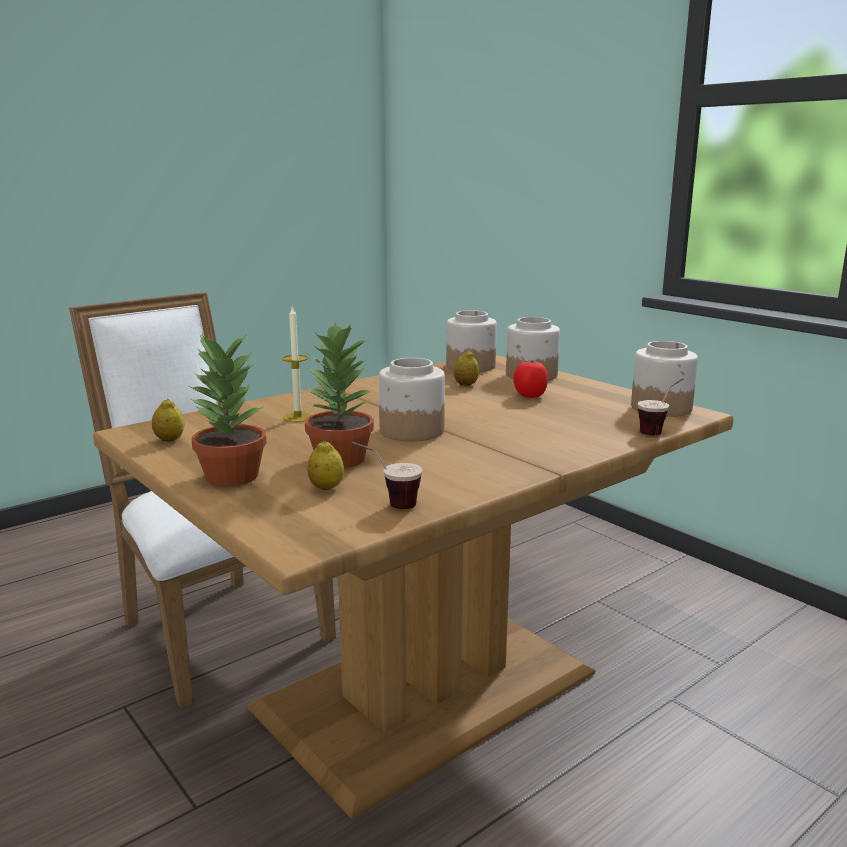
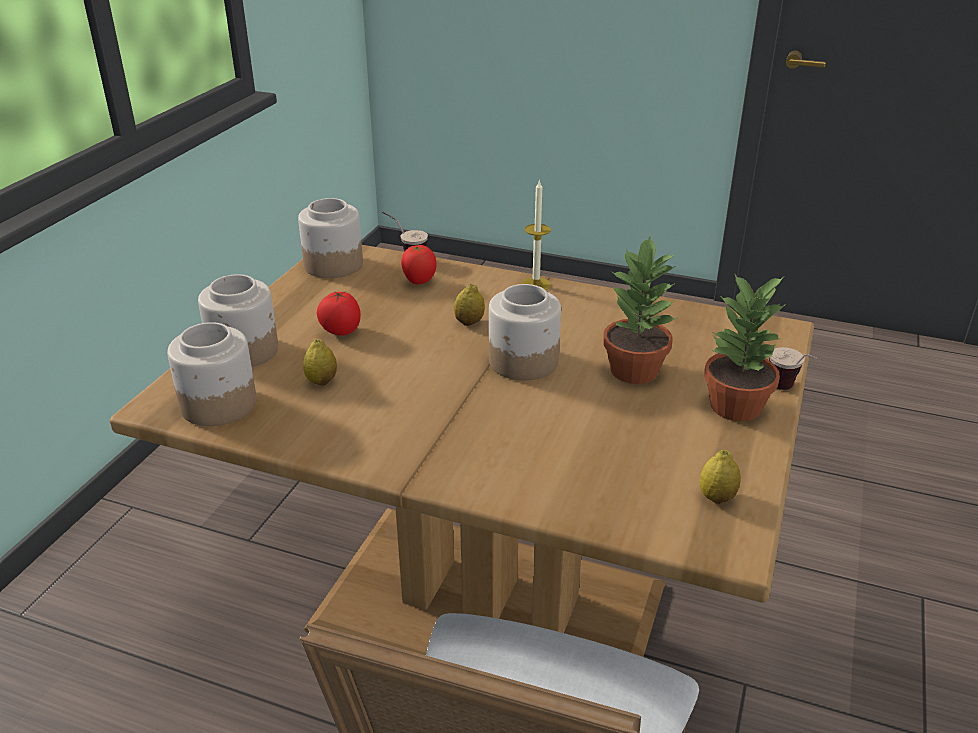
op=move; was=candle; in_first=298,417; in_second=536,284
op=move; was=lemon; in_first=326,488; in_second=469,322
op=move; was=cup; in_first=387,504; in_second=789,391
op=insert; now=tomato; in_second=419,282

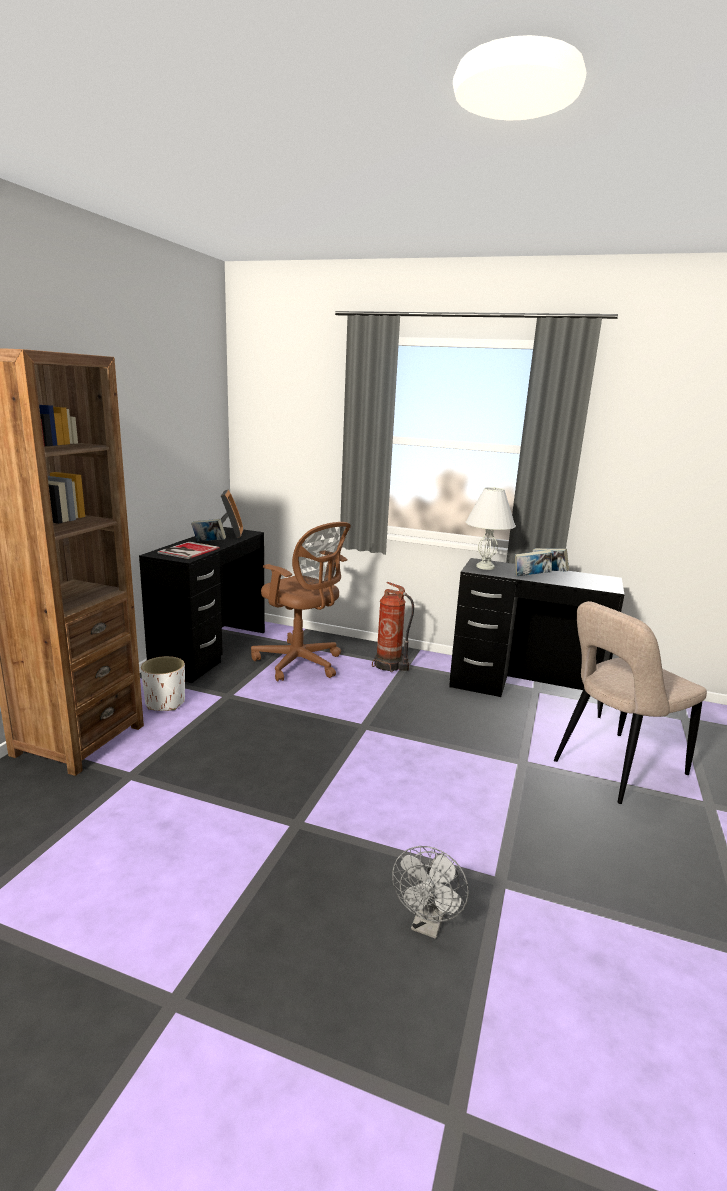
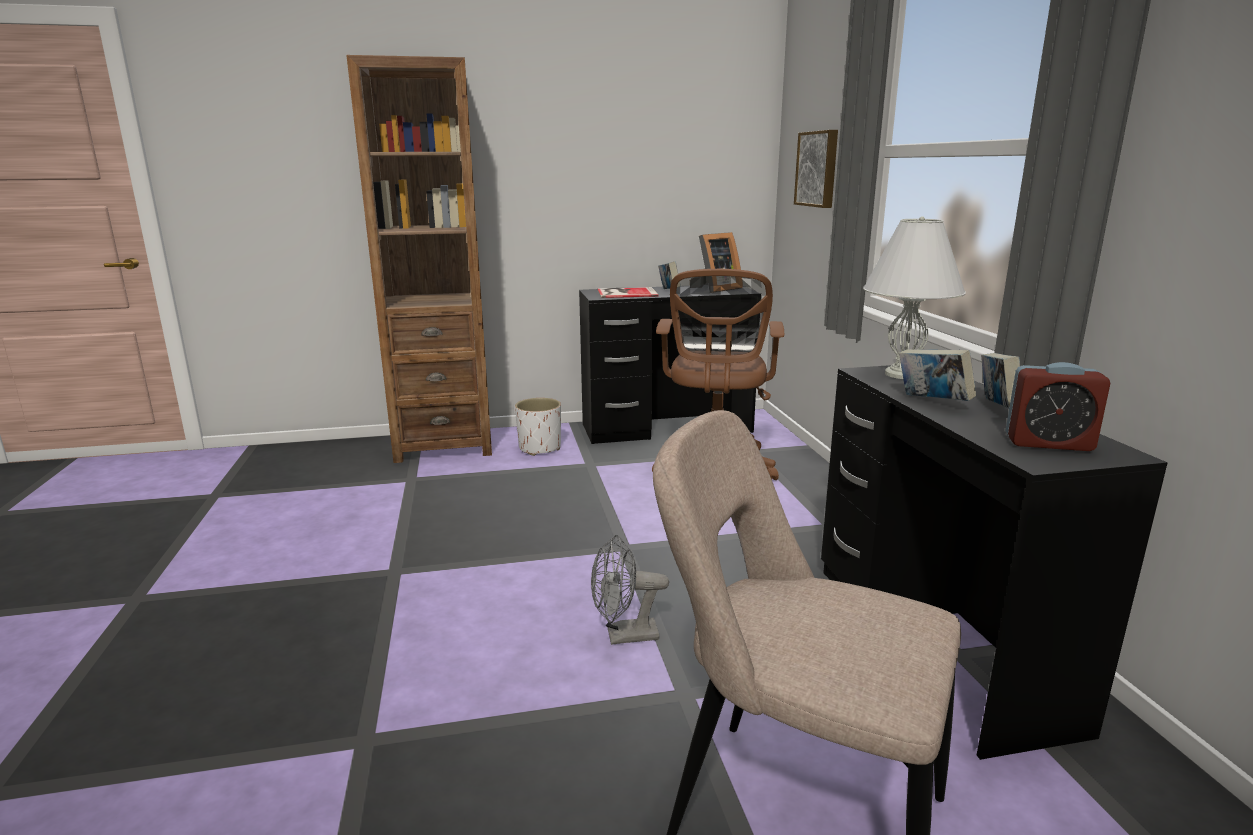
op=delete; was=fire extinguisher; in_first=389,666
op=move; was=fan (grey); in_first=428,924; in_second=624,636
op=insert; now=picture; in_second=818,169
op=insert; now=alarm clock; in_second=1048,443

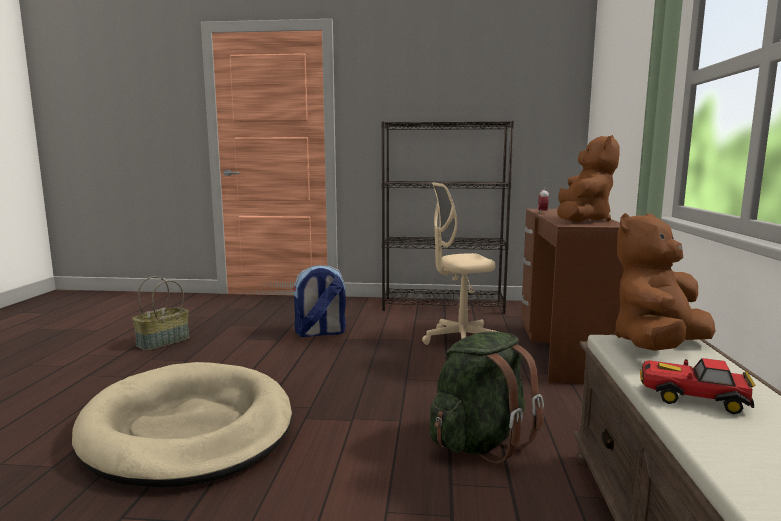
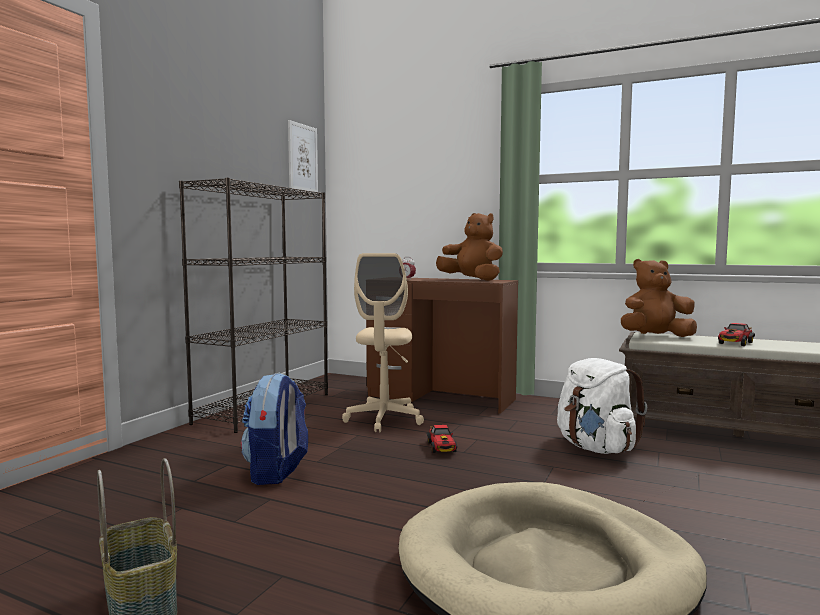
op=rotate; was=plush toy (brown); in_first=657,347; in_second=655,337; clockwise=105
op=recolor; was=backpack (green); now=backpack (white); in_first=480,442; in_second=596,448
op=insert; now=picture; in_second=302,158
op=insert; now=toy car; in_second=442,448

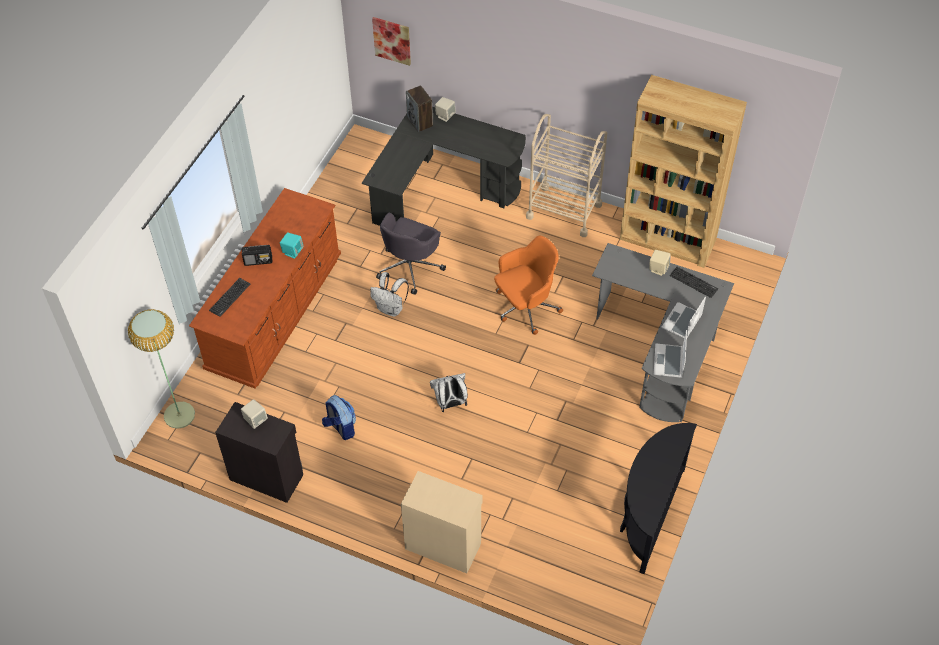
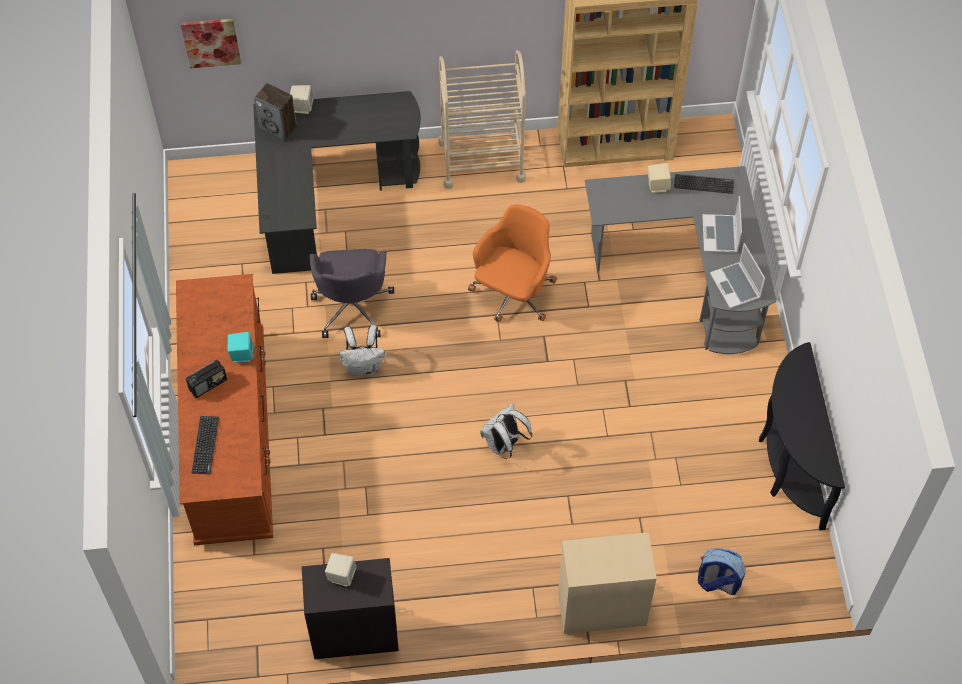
op=delete; was=floor lamp; in_first=179,415
op=move; was=backpack; in_first=341,427; in_second=717,582

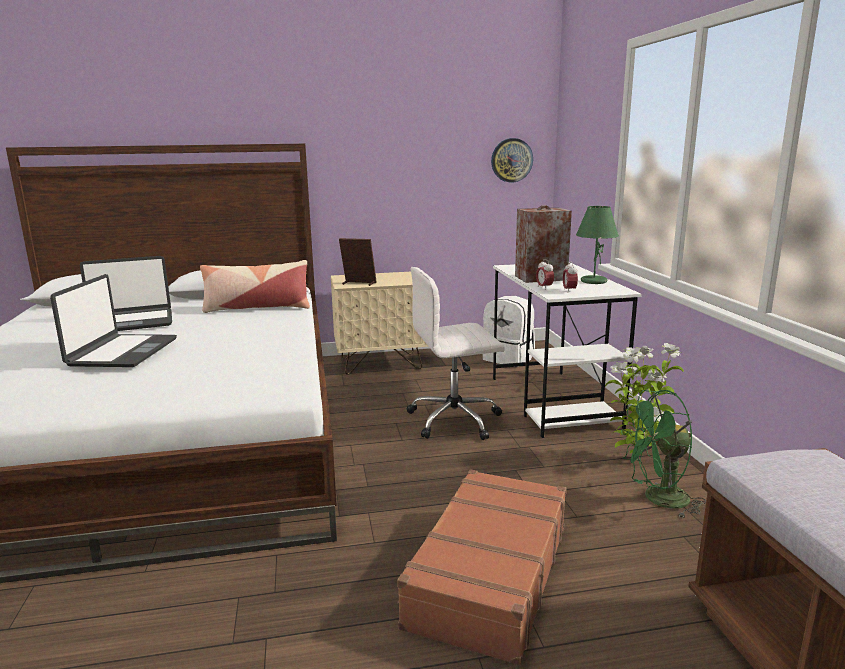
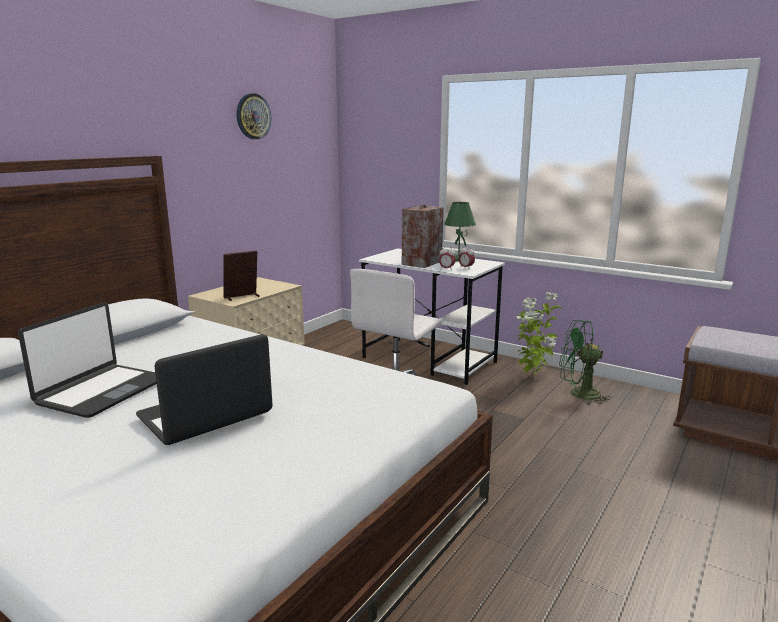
op=move; was=wall clock; in_first=511,160; in_second=253,116
op=delete; was=pillow; in_first=257,308
op=rotate; was=laptop; in_first=122,352; in_second=206,416; clockwise=-90
op=delete; was=backpack (white); in_first=509,358
op=rotate; was=fan (green); in_first=658,500; in_second=578,394; clockwise=60
op=delete; was=suitcase (brown); in_first=488,575

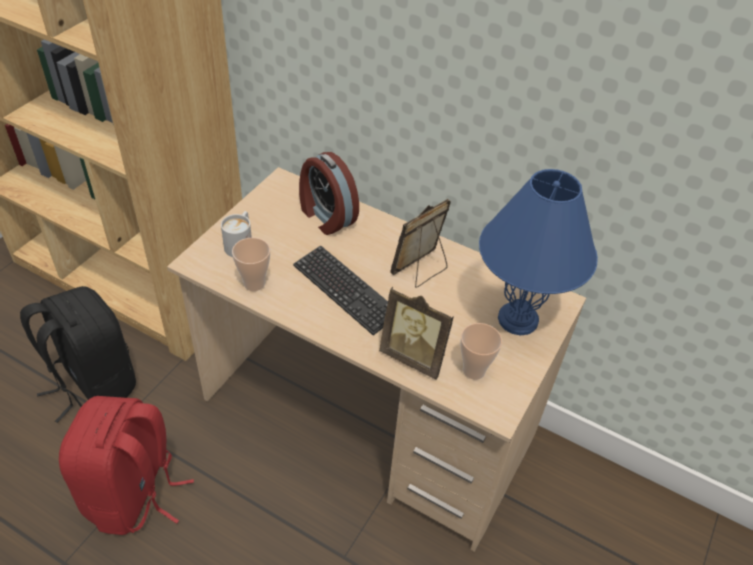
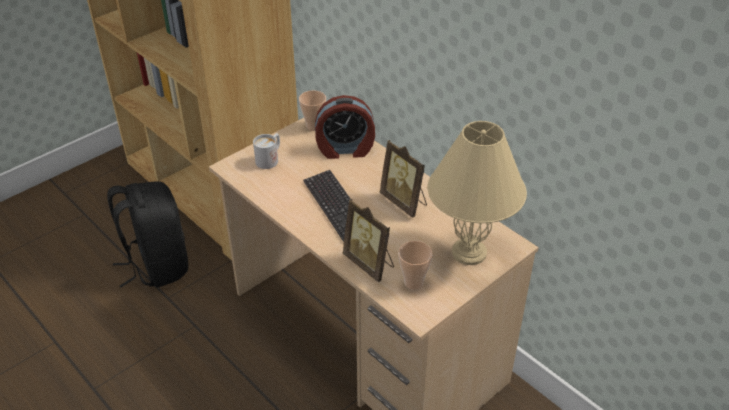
op=rotate; was=alarm clock; in_first=326,216; in_second=345,149; clockwise=-75
op=recolor; was=table lamp (blue); now=table lamp (beige); in_first=516,319; in_second=468,252
op=rotate; was=picture frame; in_first=421,270; in_second=404,202; clockwise=-105
op=move; was=cup; in_first=254,283; in_second=314,126
op=delete; was=backpack (red); in_first=134,494

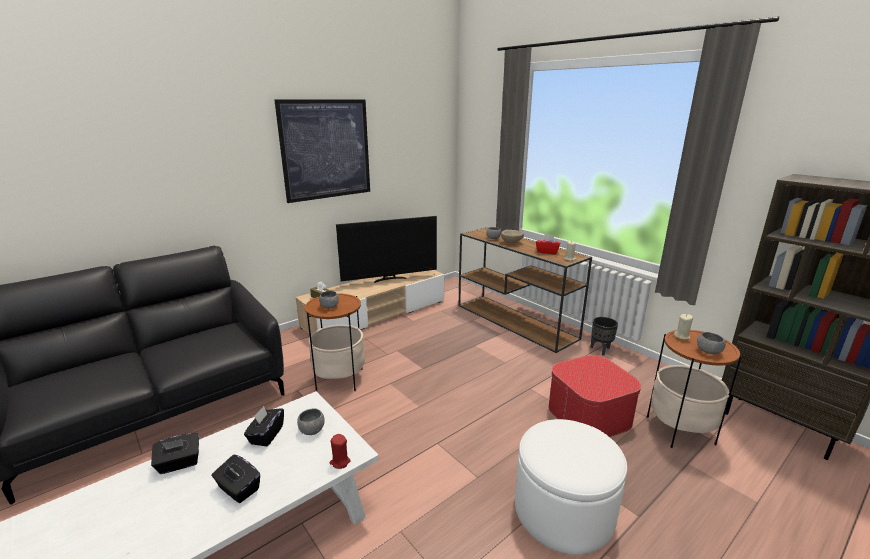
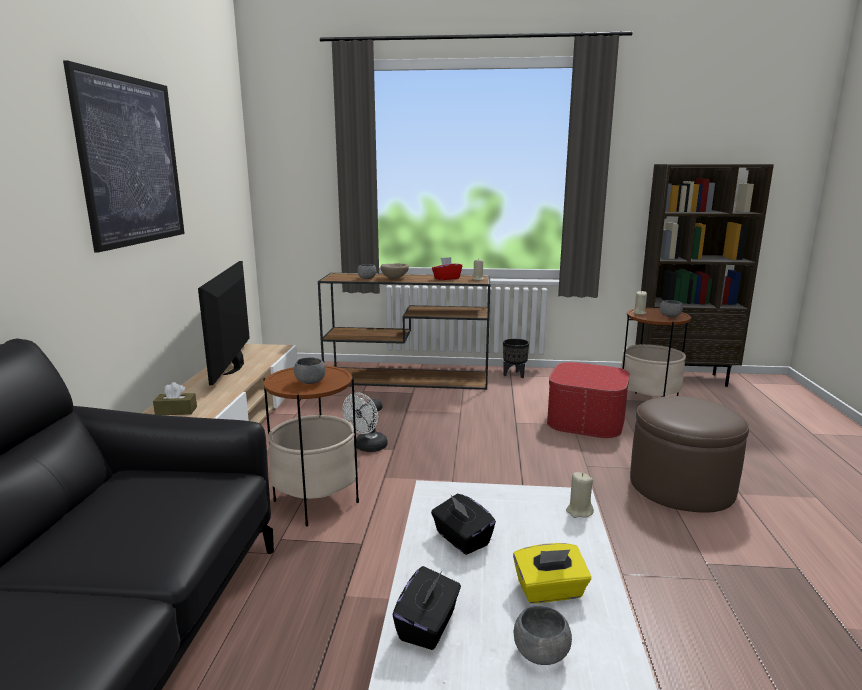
op=rotate; was=television; in_first=389,279; in_second=235,366; clockwise=150
op=move; was=bowl (grey); in_first=312,430; in_second=540,653
op=recolor; was=ottoman (white); now=ottoman (brown); in_first=563,510; in_second=681,486
op=recolor; was=candle (red); now=candle (beige); in_first=340,462; in_second=579,511
op=recolor; was=tissue box (black); now=tissue box (yellow); in_first=238,489; in_second=550,591
op=insert; now=fan (white); in_second=367,448

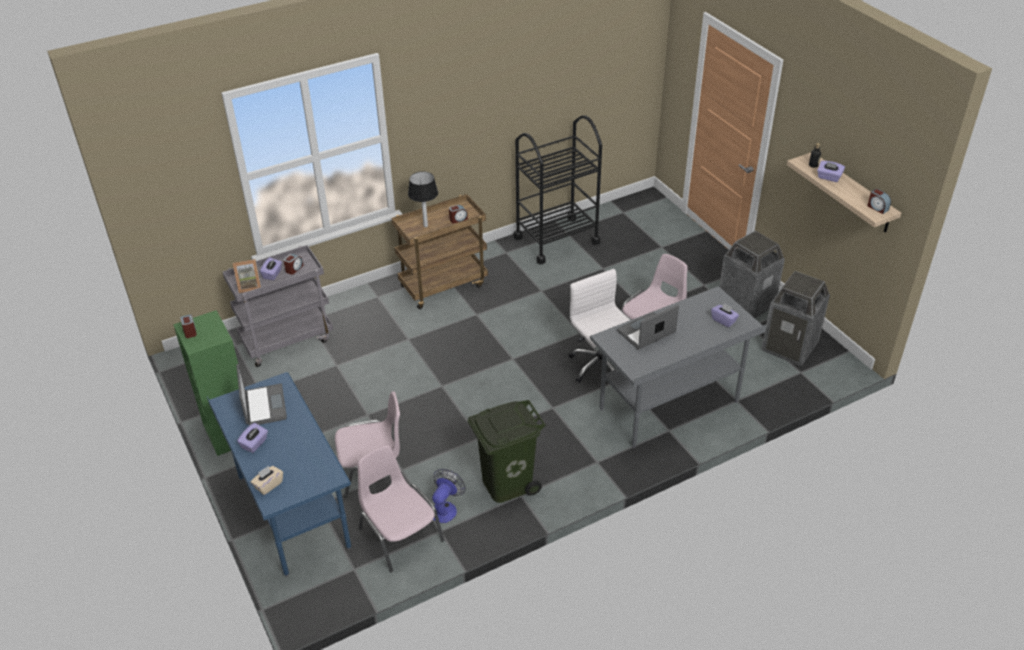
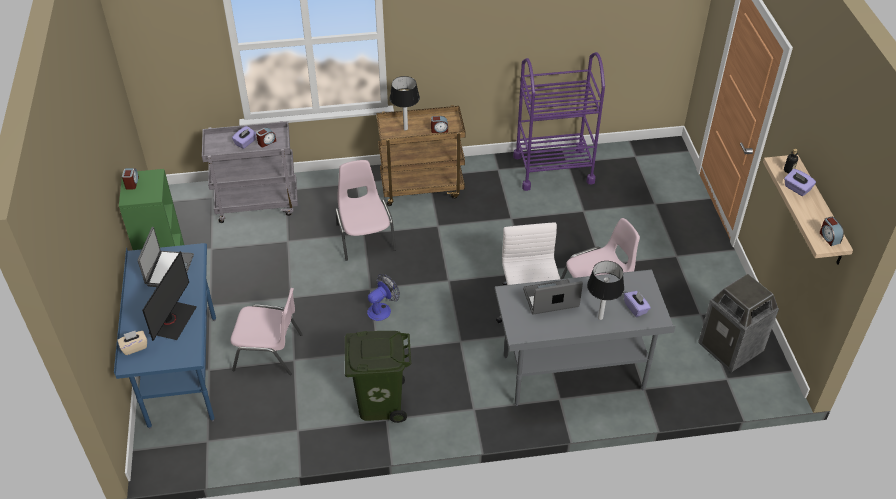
op=recolor; was=cart (black); now=cart (purple); in_first=556,240; in_second=553,169
op=delete; was=trash can; in_first=745,304
op=delete; was=picture frame; in_first=249,286
op=delete; was=tissue box (purple); in_first=254,444
op=move; was=chair (pink); in_first=399,534; in_second=365,236
op=move; was=fan; in_first=446,508; in_second=382,309
op=insert; now=monitor; in_second=172,320
op=insert; now=table lamp; in_second=600,317

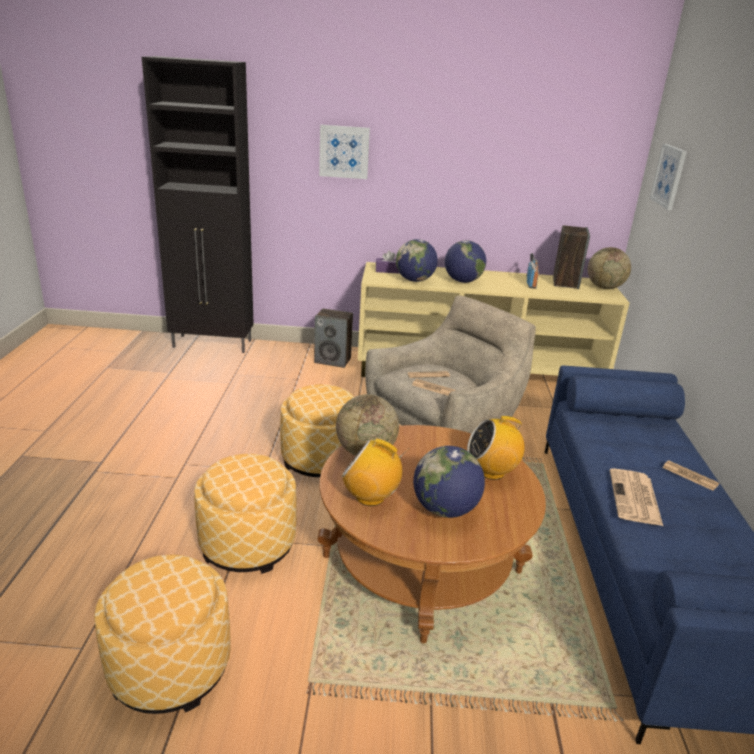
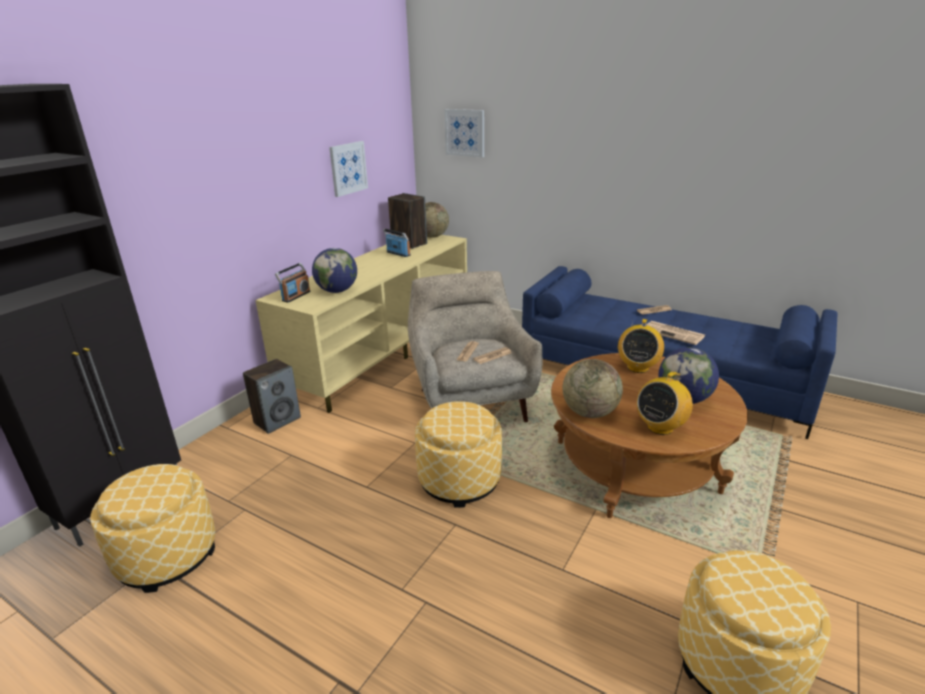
op=move; was=picture; in_first=344,152; in_second=348,168
op=delete; was=globe; in_first=462,281
op=replace; was=tissue box (purple); now=radio; in_first=387,270; in_second=296,296
op=move; was=ottoman; in_first=248,544; in_second=167,555

